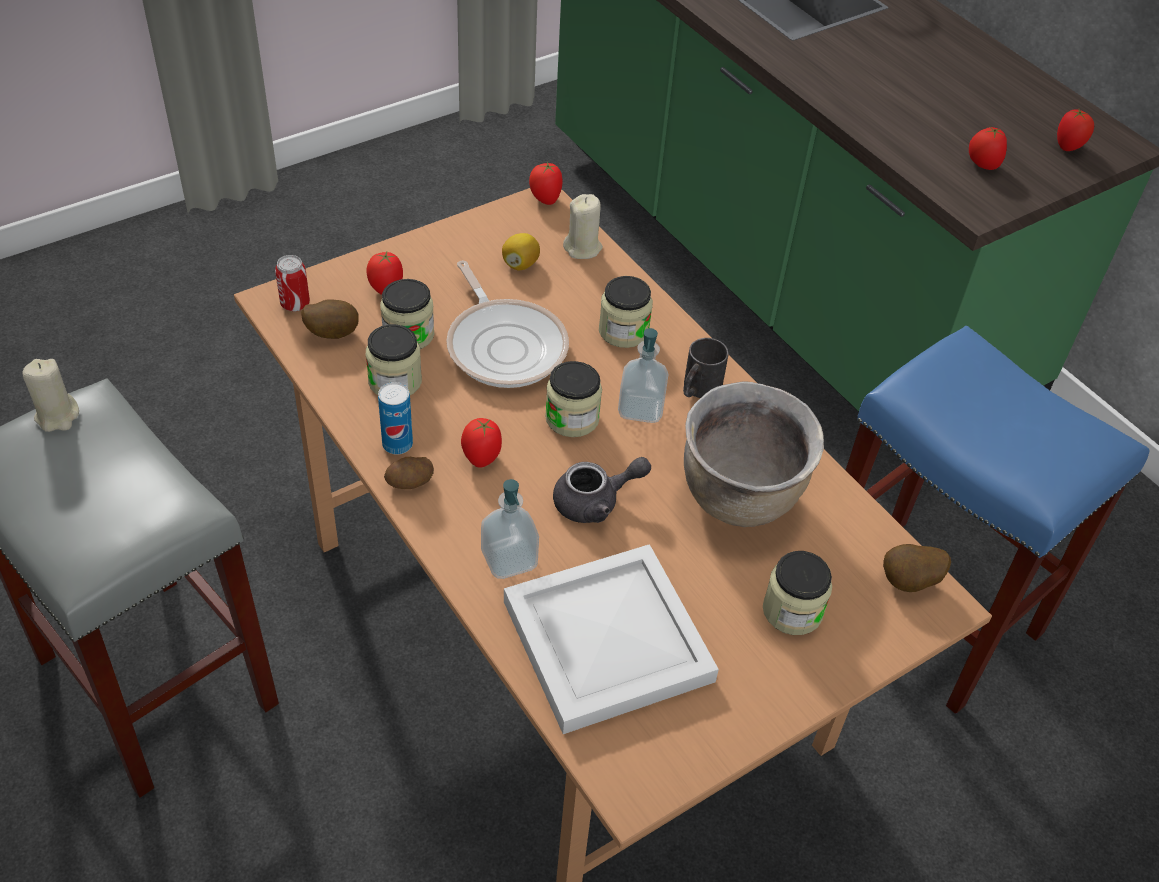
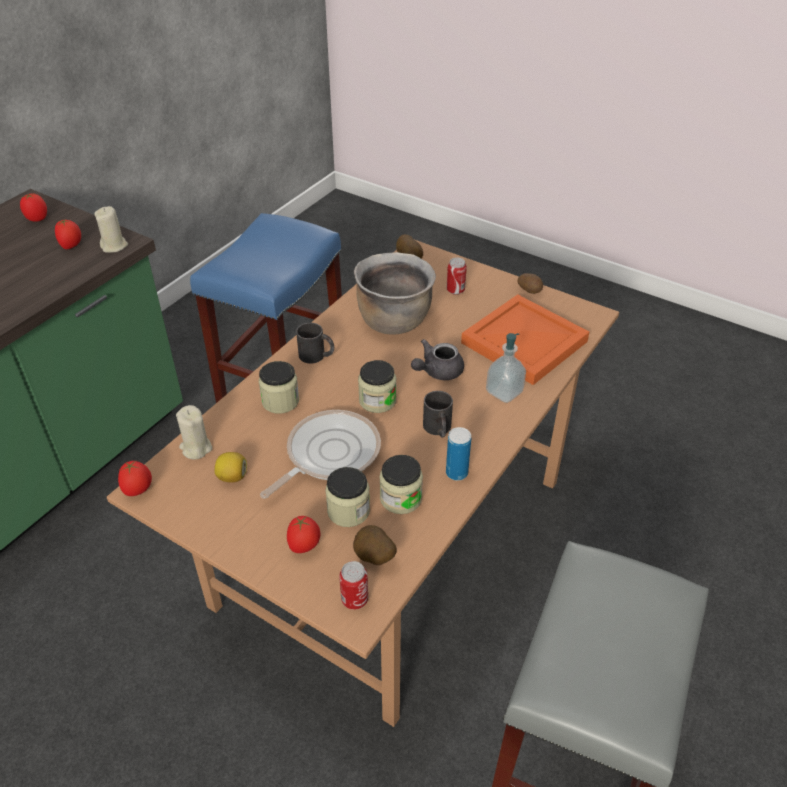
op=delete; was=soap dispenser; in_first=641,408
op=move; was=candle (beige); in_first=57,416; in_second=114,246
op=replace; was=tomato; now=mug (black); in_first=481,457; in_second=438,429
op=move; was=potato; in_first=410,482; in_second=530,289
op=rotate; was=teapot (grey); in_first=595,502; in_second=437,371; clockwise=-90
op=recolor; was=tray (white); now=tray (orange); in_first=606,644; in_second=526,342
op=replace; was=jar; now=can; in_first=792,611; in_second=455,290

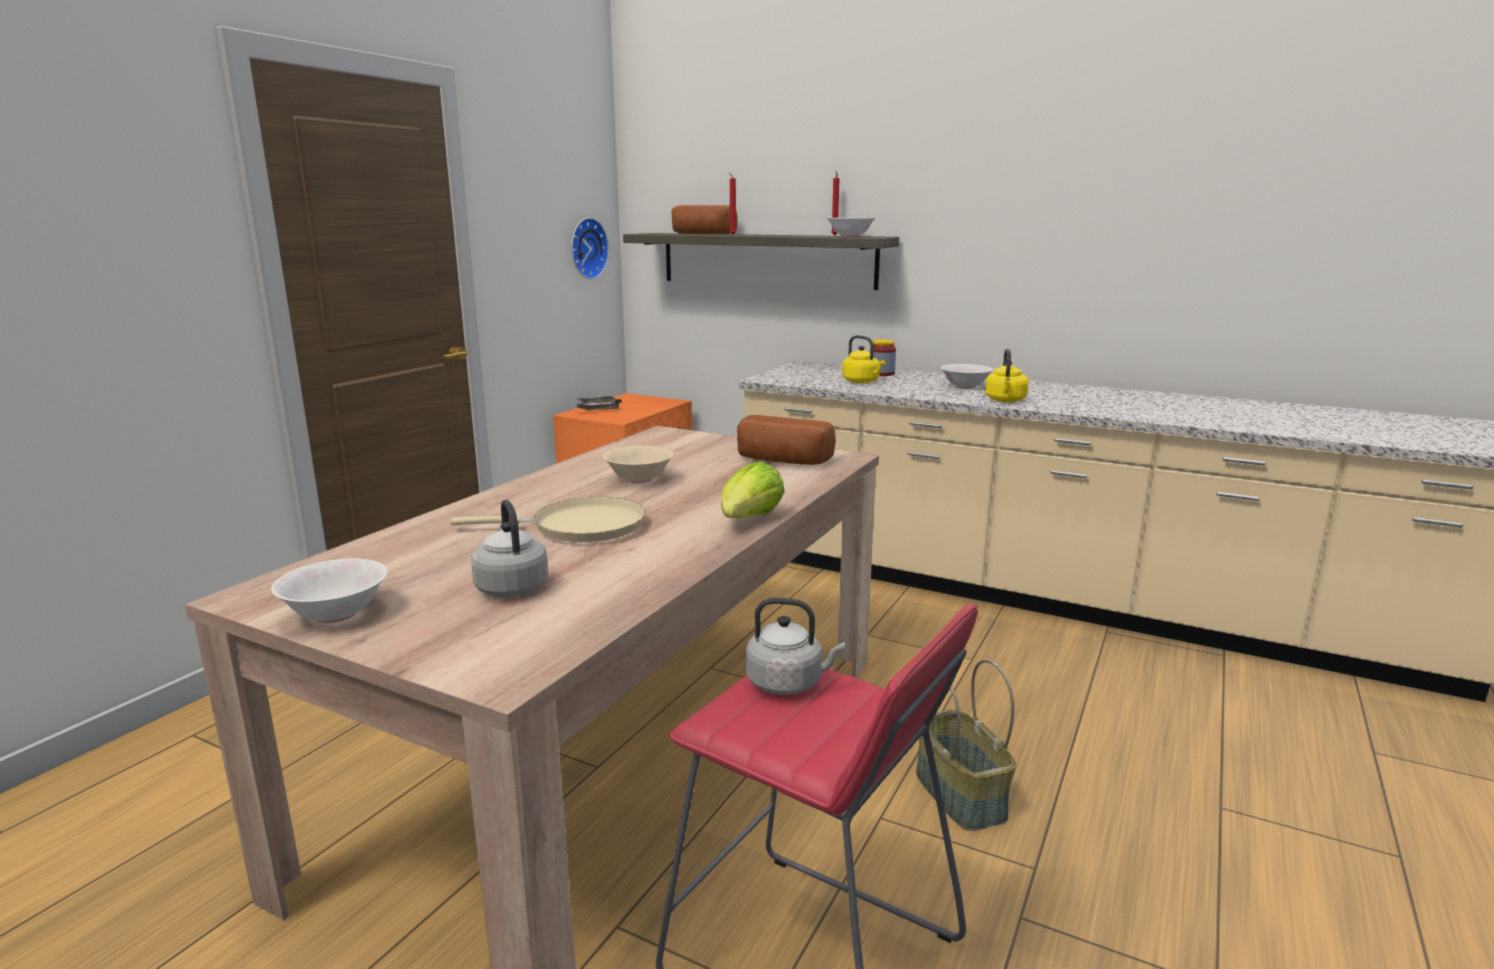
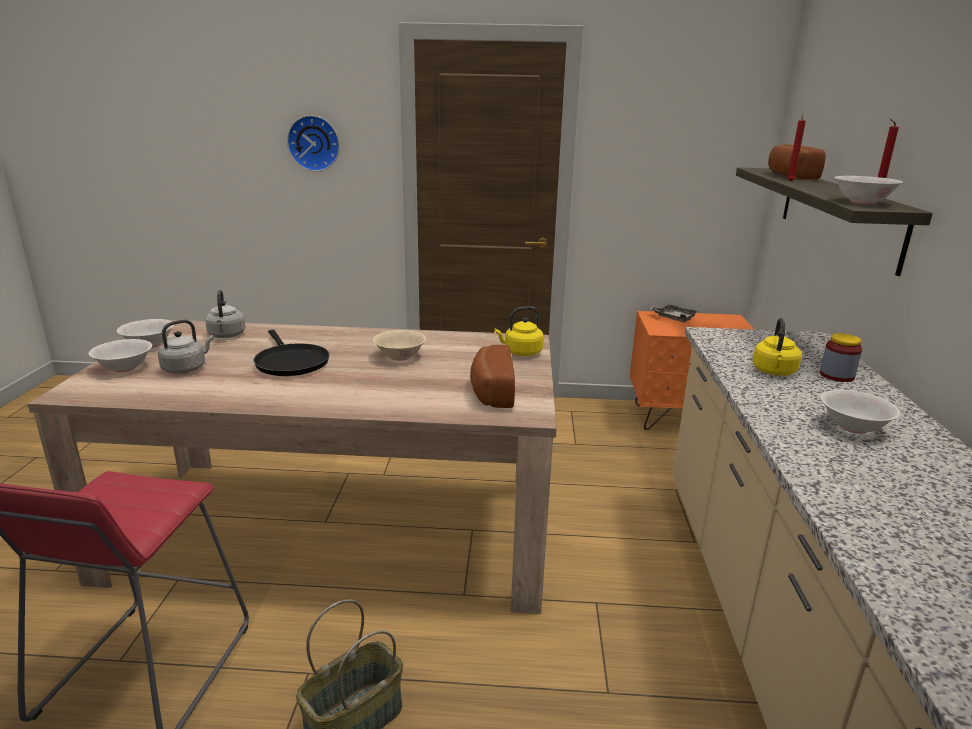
op=move; was=wall clock; in_first=586,248; in_second=314,143
op=move; was=kettle (yellow); in_first=1005,400; in_second=521,352
op=delete; was=lettuce; in_first=749,520
op=recolor; was=frying pan (beige); now=frying pan (black); in_first=580,527; in_second=290,362
op=move; was=kettle (grey); in_first=788,683; in_second=226,335
op=insert; now=bowl (white); in_second=124,368

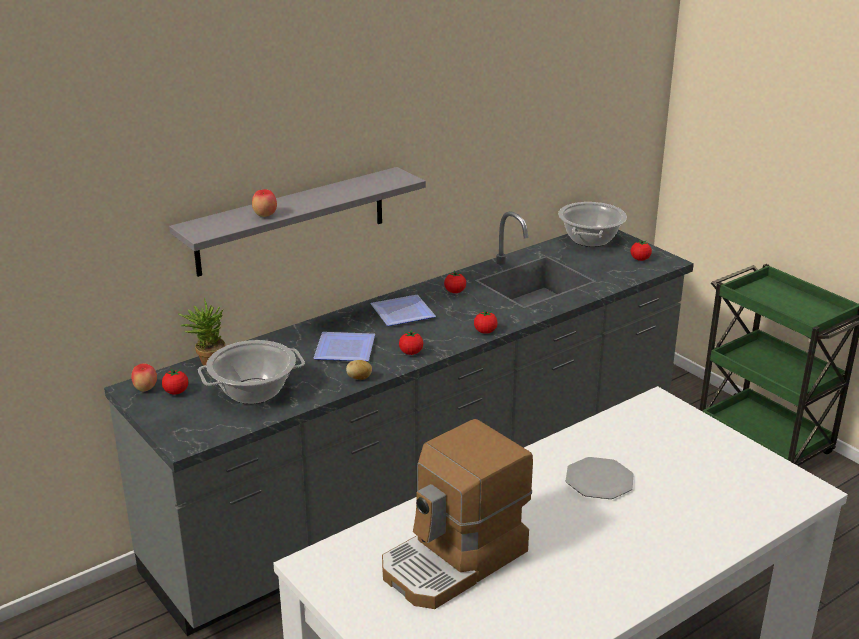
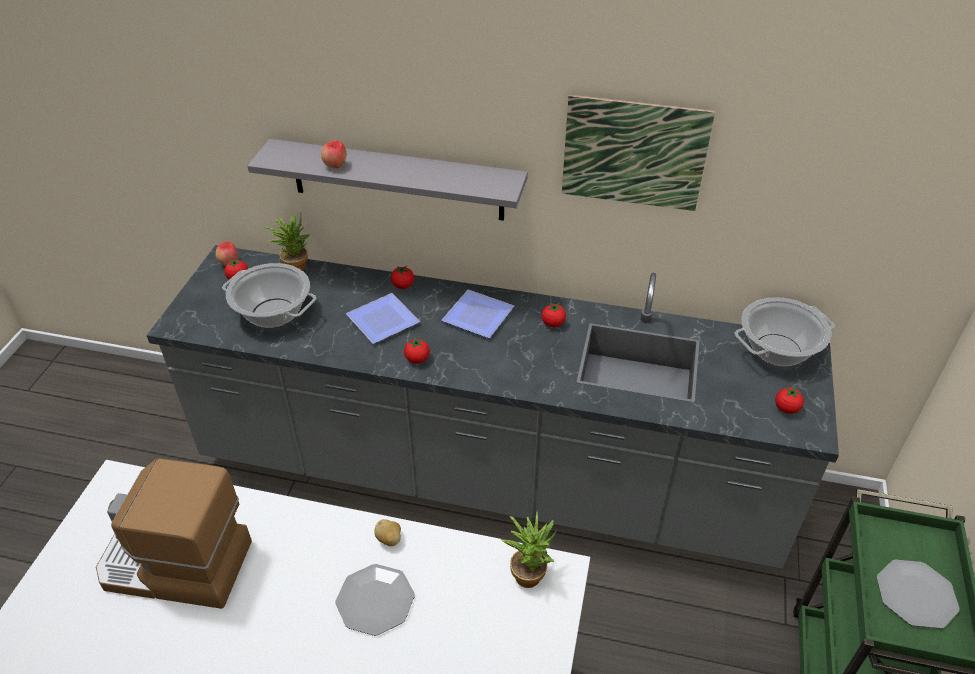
op=move; was=tomato; in_first=485,332; in_second=403,286
op=move; was=potato; in_first=359,378; in_second=389,539
op=insert; now=picture; in_second=634,153
op=insert; now=potted plant; in_second=529,571
op=insert; now=plate; in_second=915,595

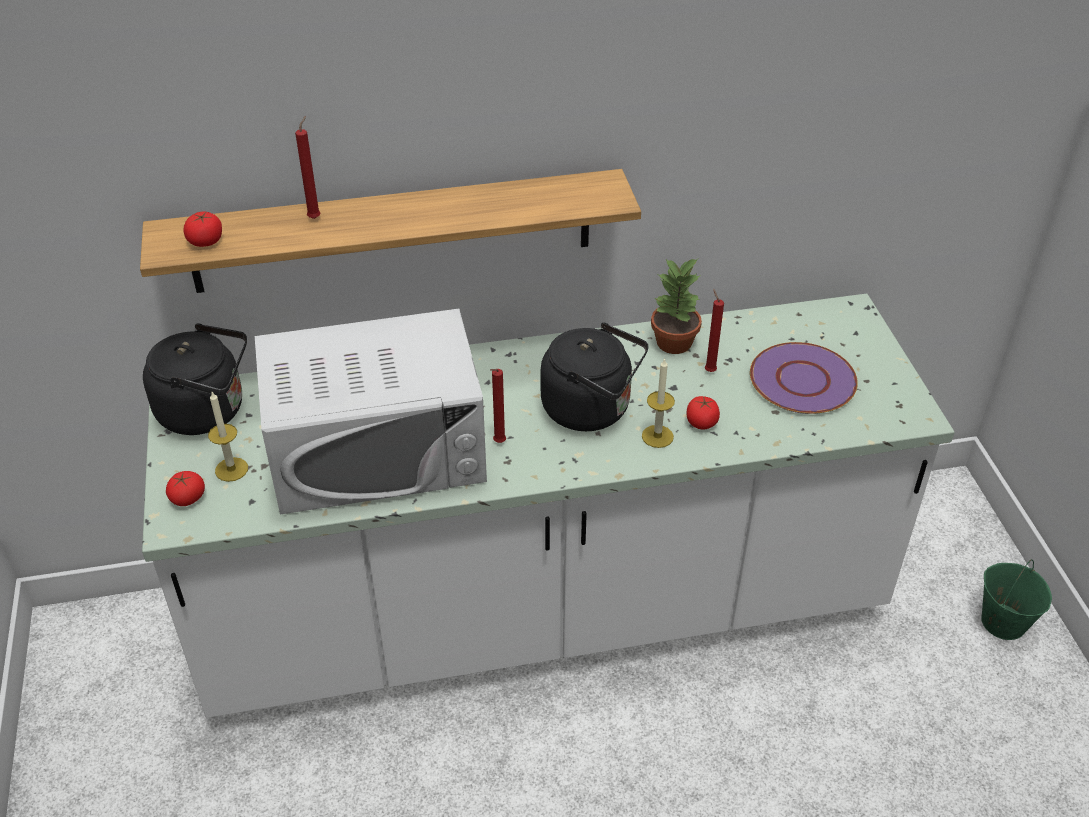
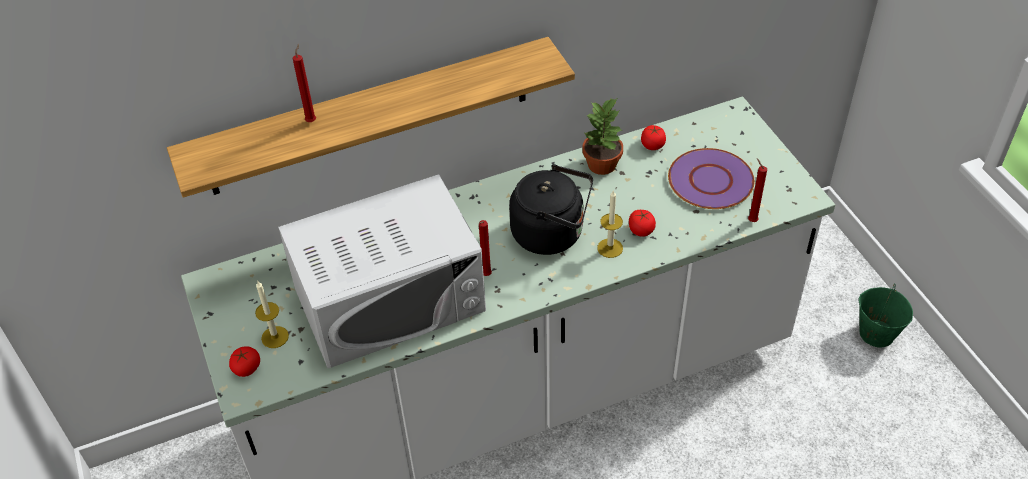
op=move; was=tomato; in_first=205,240; in_second=652,144
op=move; was=candle (red); in_first=709,370; in_second=751,220
op=delete; was=kettle (black); in_first=207,411

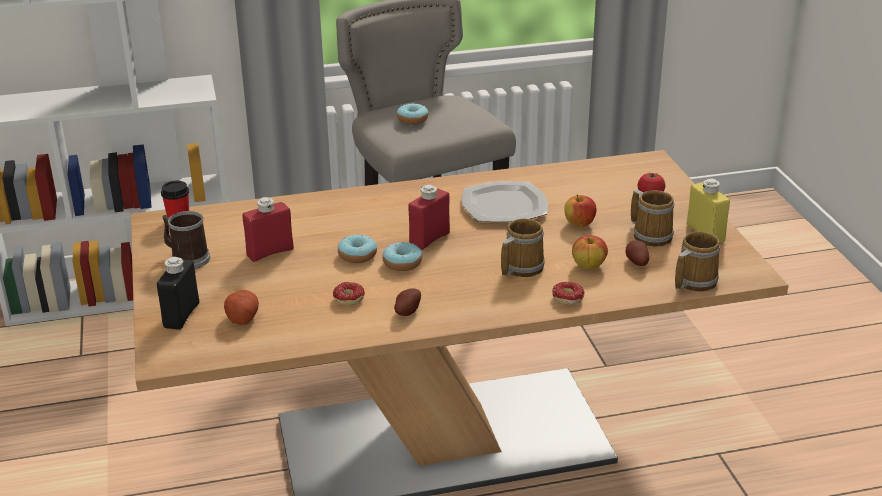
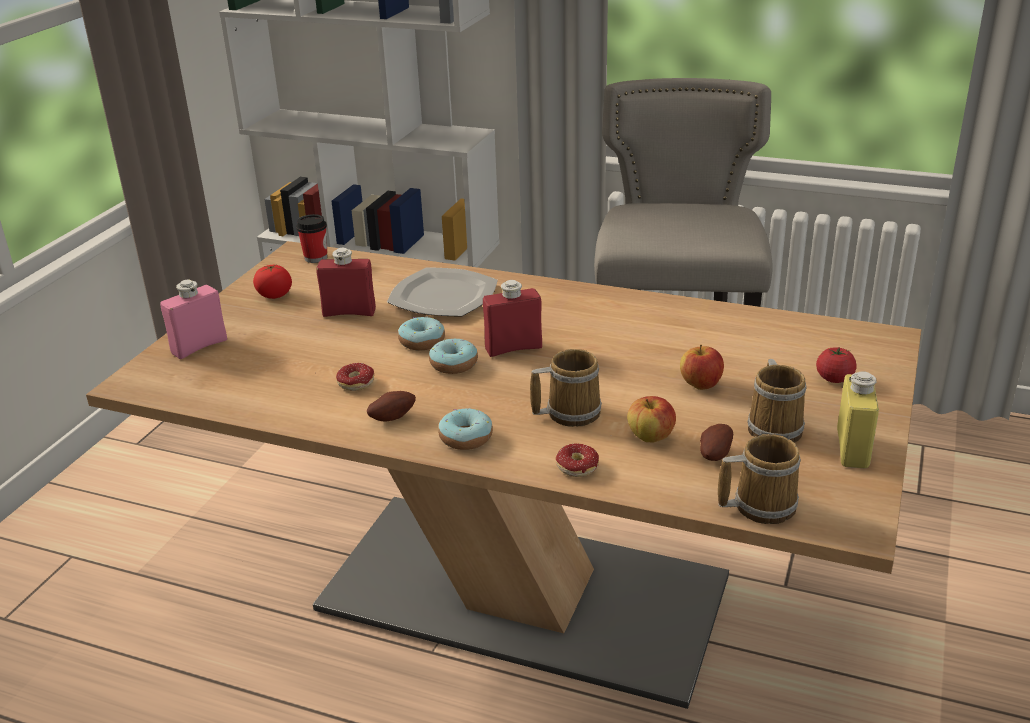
op=move; was=donut; in_first=412,119; in_second=466,438
op=move; was=plate; in_first=505,206; in_second=444,297
op=replace; was=mug; now=tomato; in_first=187,258; in_second=274,295
op=recolor; was=bottle (black); now=bottle (pink); in_first=181,315; in_second=199,346
op=delete; was=potato; in_first=242,317

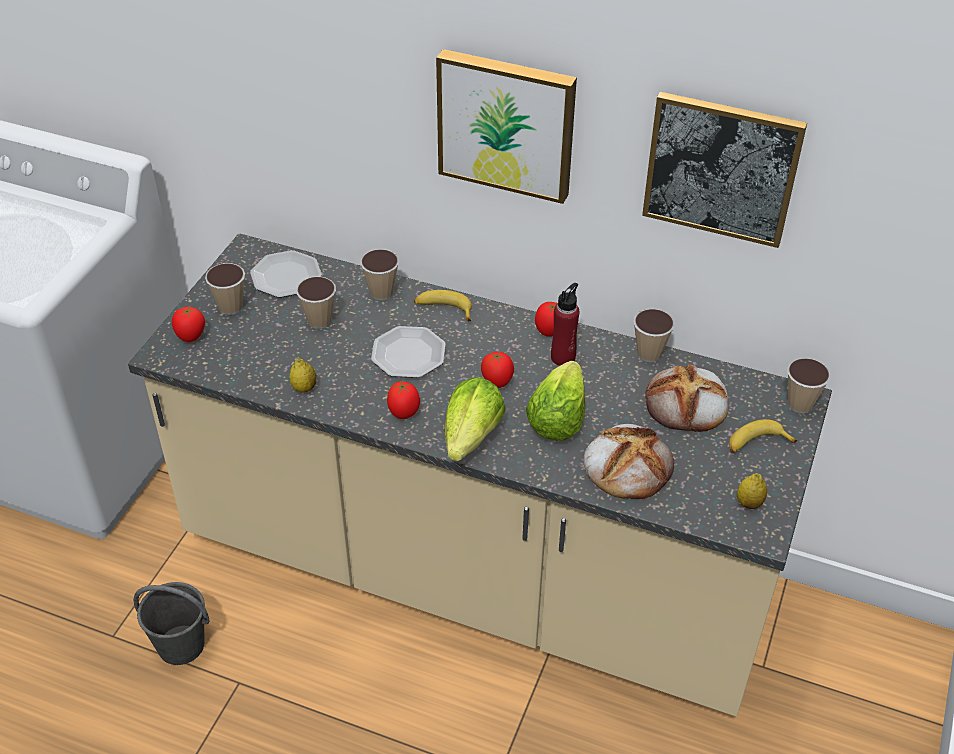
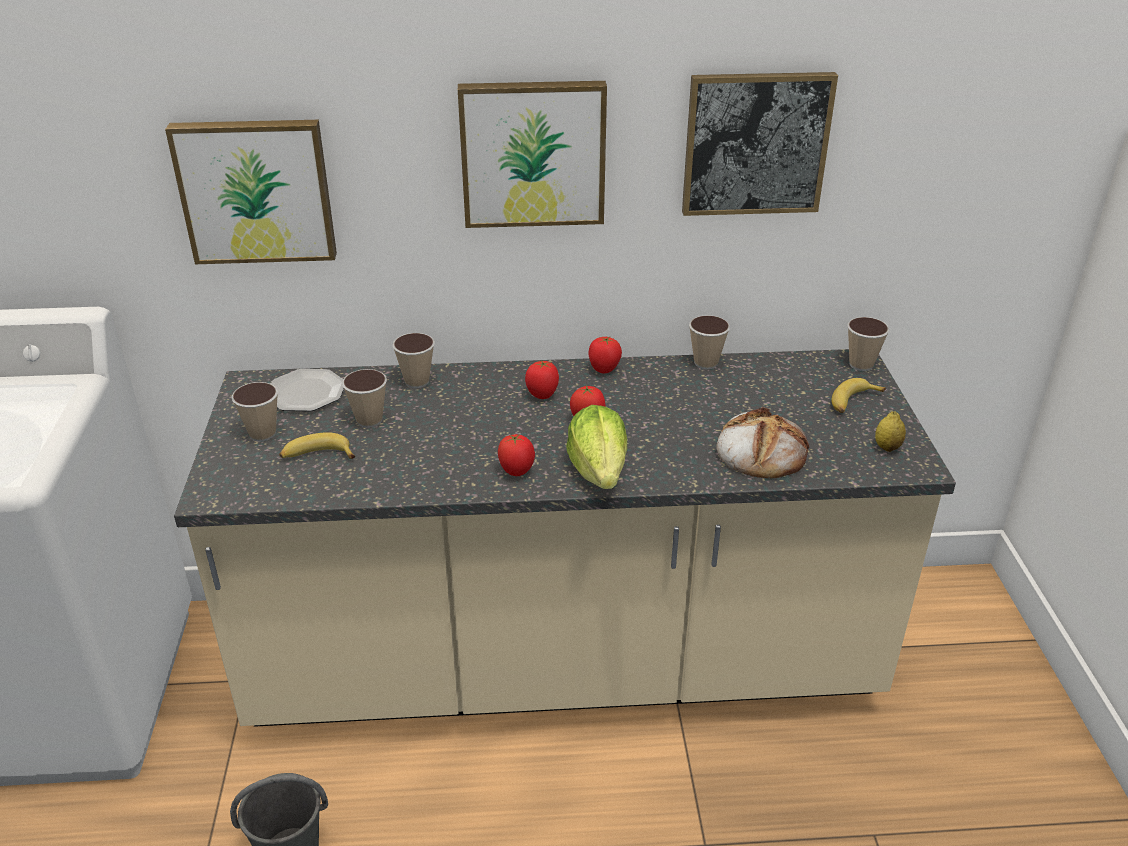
op=delete; was=bottle (red); in_first=563,357
op=move; was=banana; in_first=443,309; in_second=317,456
op=move; was=tomato; in_first=191,337; in_second=542,396
op=delete; was=plate; in_first=407,354
op=delete; was=lemon; in_first=304,388
op=delete; was=lettuce; in_first=557,420
op=delete; was=bread; in_first=687,404
op=insert; now=picture; in_second=256,190

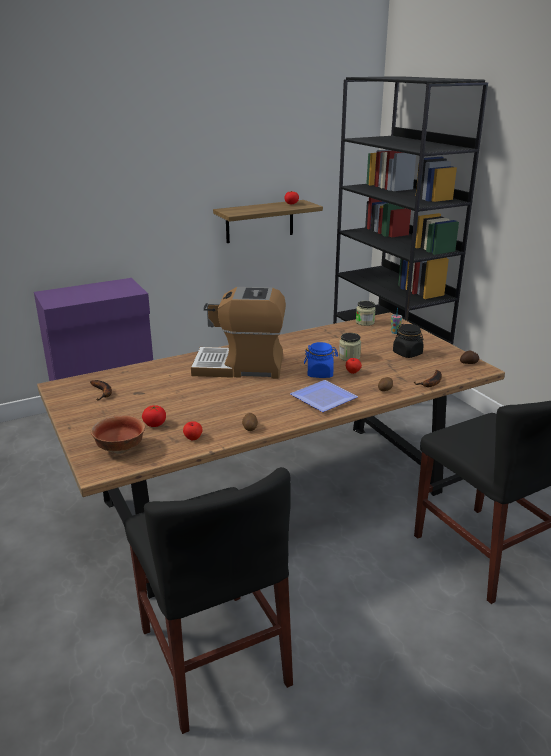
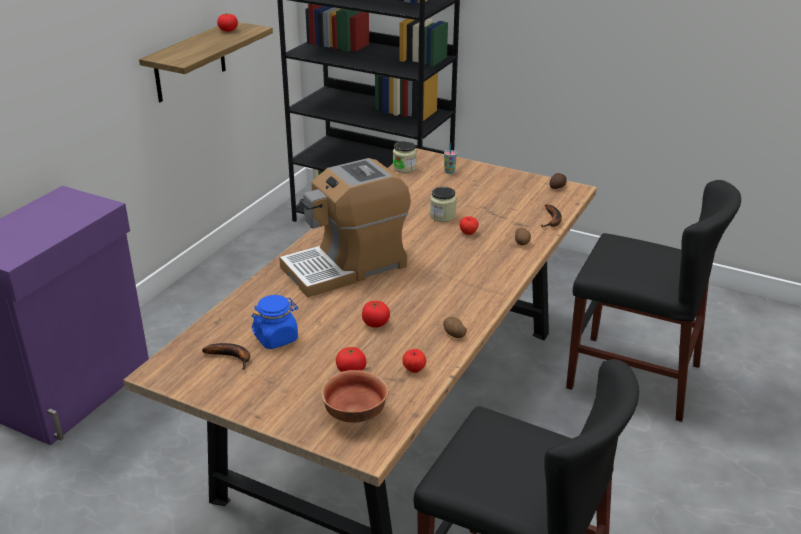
op=delete; was=jar (black); in_first=407,353
op=move; was=jar (blue); in_first=320,373; in_second=276,338
op=delete; was=plate; in_first=326,398
op=insert; now=tomato; in_second=375,323

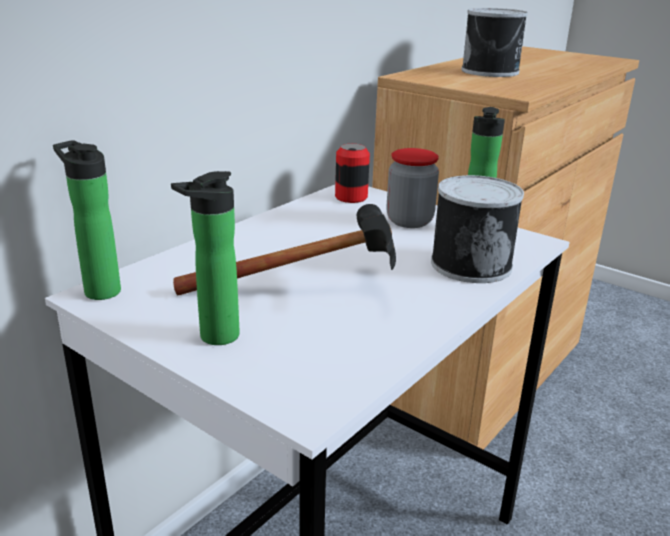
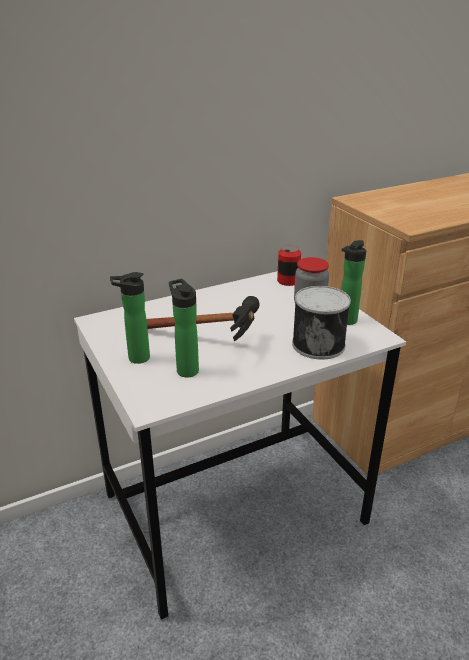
op=delete; was=can; in_first=491,71
op=move; was=bottle; in_first=99,290; in_second=186,369

